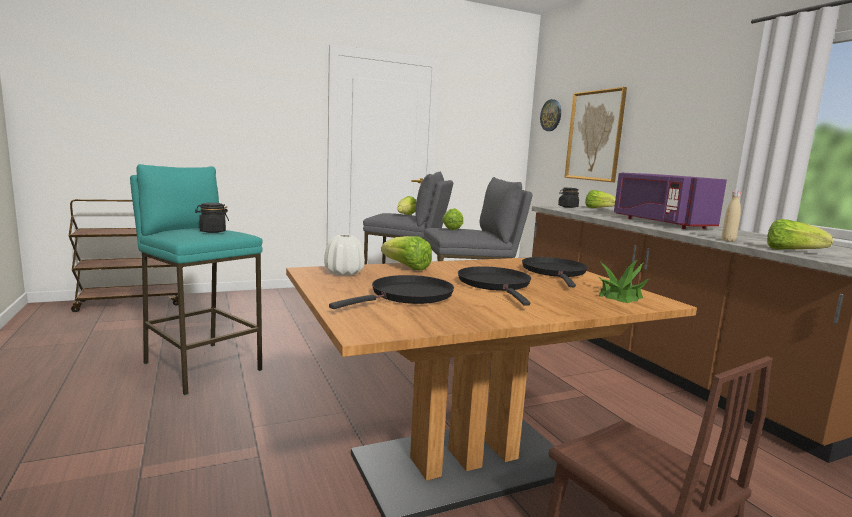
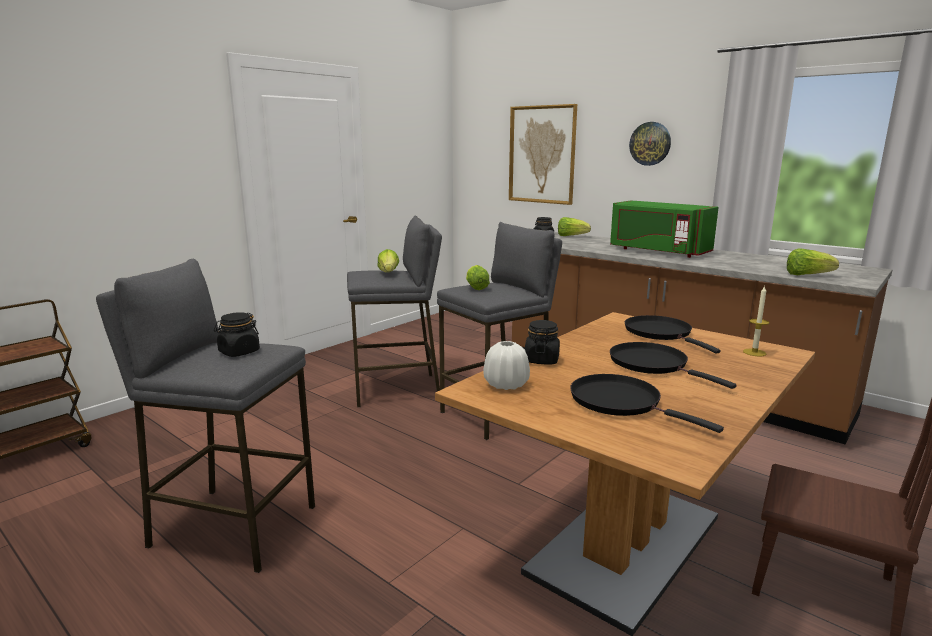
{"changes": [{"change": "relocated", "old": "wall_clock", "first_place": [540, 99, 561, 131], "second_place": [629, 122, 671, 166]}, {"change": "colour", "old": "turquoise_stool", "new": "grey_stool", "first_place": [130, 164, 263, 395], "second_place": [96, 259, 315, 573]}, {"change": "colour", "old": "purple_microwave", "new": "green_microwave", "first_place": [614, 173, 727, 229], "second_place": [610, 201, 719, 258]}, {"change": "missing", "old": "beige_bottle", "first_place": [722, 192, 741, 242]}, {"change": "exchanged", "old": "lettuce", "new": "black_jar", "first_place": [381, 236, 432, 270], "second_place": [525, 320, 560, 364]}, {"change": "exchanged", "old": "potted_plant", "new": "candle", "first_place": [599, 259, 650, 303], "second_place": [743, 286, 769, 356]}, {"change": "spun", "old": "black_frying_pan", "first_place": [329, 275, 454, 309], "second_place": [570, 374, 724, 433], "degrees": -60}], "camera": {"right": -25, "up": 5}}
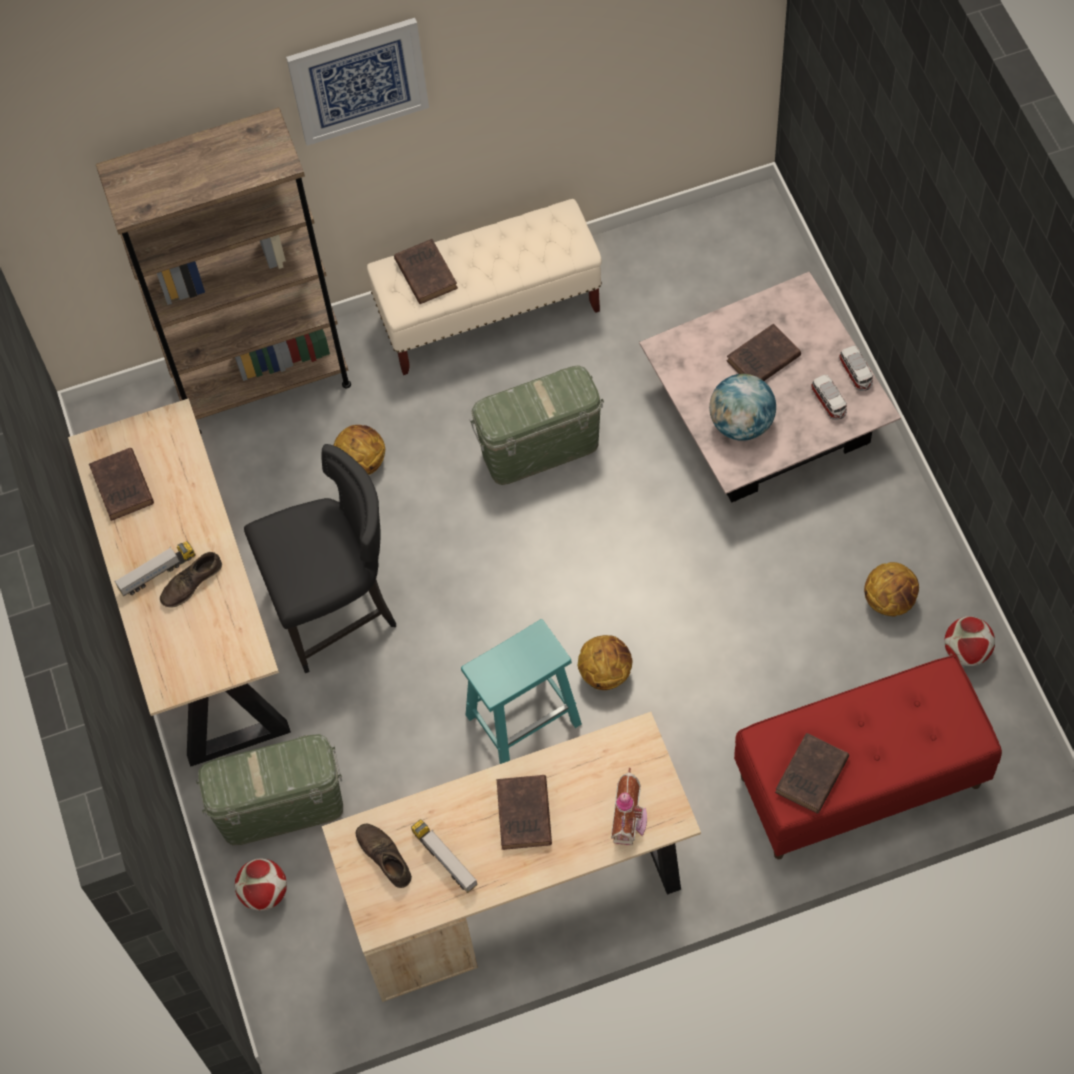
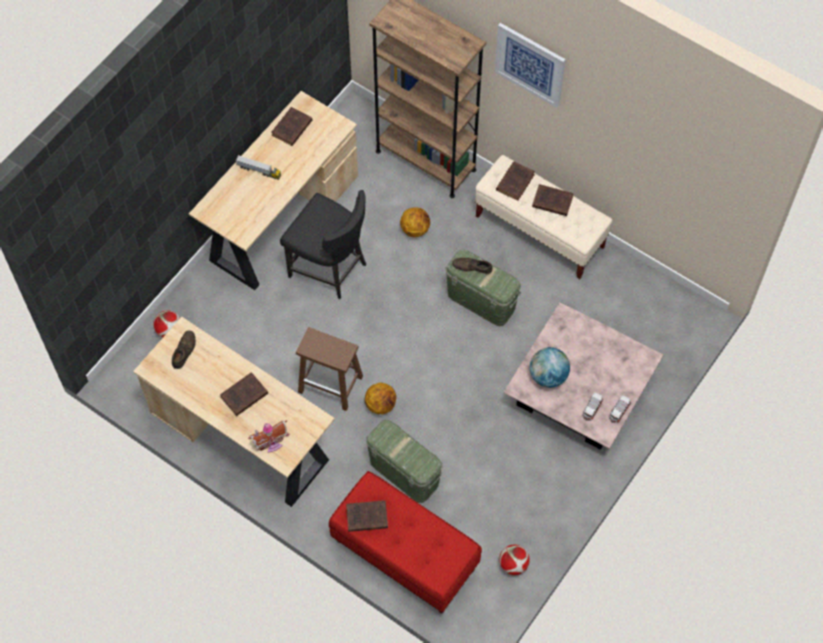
{"changes": [{"change": "relocated", "old": "brown_book", "first_place": [726, 323, 801, 381], "second_place": [532, 184, 574, 216]}, {"change": "relocated", "old": "brown_shoe", "first_place": [160, 552, 222, 607], "second_place": [452, 258, 492, 274]}, {"change": "missing", "old": "basketball", "first_place": [864, 562, 919, 616]}, {"change": "colour", "old": "turquoise_stool", "new": "brown_stool", "first_place": [461, 619, 582, 764], "second_place": [296, 327, 363, 411]}, {"change": "relocated", "old": "green_storage_box", "first_place": [196, 734, 343, 846], "second_place": [366, 420, 443, 503]}, {"change": "missing", "old": "toy_truck", "first_place": [411, 819, 478, 893]}], "camera": {"right": 50, "up": 0}}
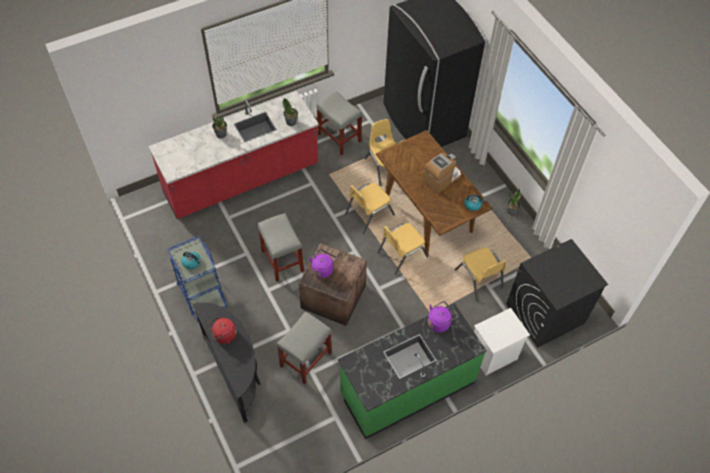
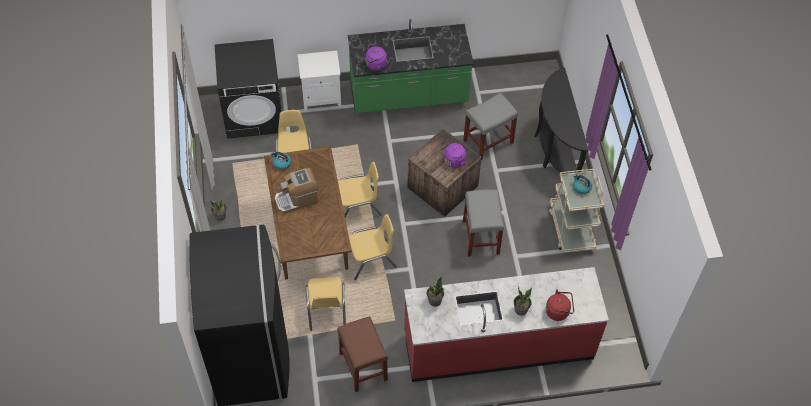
{"changes": [{"change": "colour", "old": "grey_stool", "new": "brown_stool", "first_place": [316, 91, 362, 155], "second_place": [337, 316, 388, 392]}, {"change": "colour", "old": "blue_cart", "new": "beige_cart", "first_place": [168, 236, 227, 321], "second_place": [549, 169, 604, 253]}, {"change": "relocated", "old": "red_kettle", "first_place": [208, 317, 236, 344], "second_place": [546, 289, 574, 321]}], "camera": {"right": -160, "up": 0}}
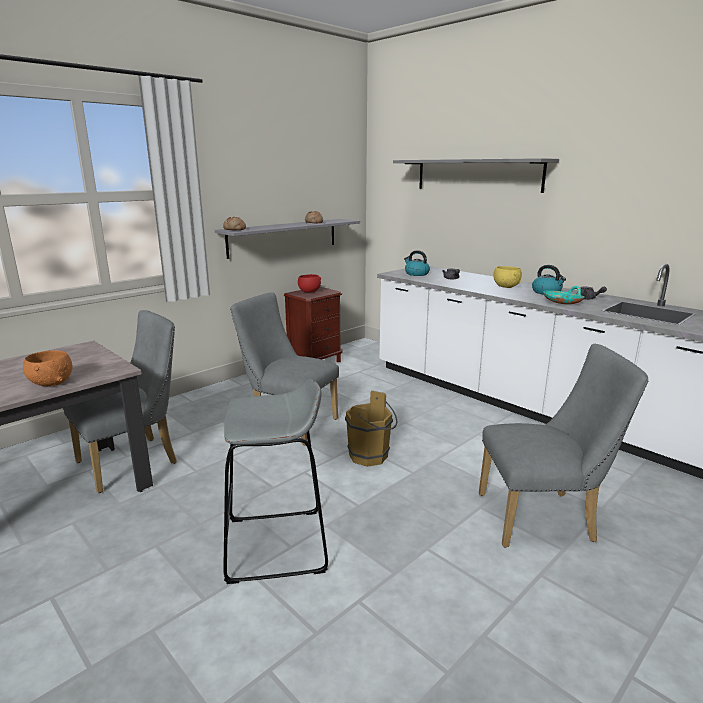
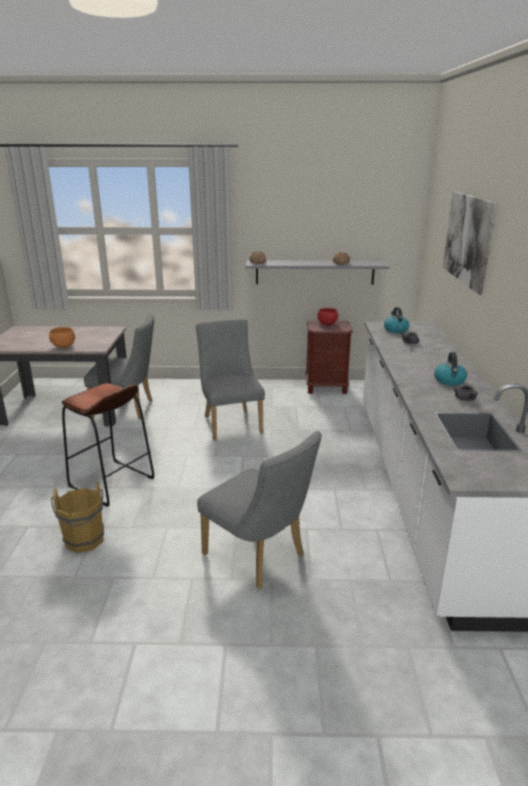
{"changes": [{"change": "exchanged", "old": "grey_shelf", "new": "picture", "first_place": [393, 158, 559, 193], "second_place": [443, 191, 497, 295]}, {"change": "missing", "old": "yellow_bowl", "first_place": [493, 266, 522, 288]}, {"change": "missing", "old": "turquoise_bowl", "first_place": [543, 286, 585, 304]}, {"change": "colour", "old": "grey_stool", "new": "brown_stool", "first_place": [223, 379, 328, 584], "second_place": [62, 383, 155, 507]}, {"change": "relocated", "old": "brown_bucket", "first_place": [345, 391, 398, 466], "second_place": [51, 481, 104, 553]}], "camera": {"right": 45, "up": 5}}
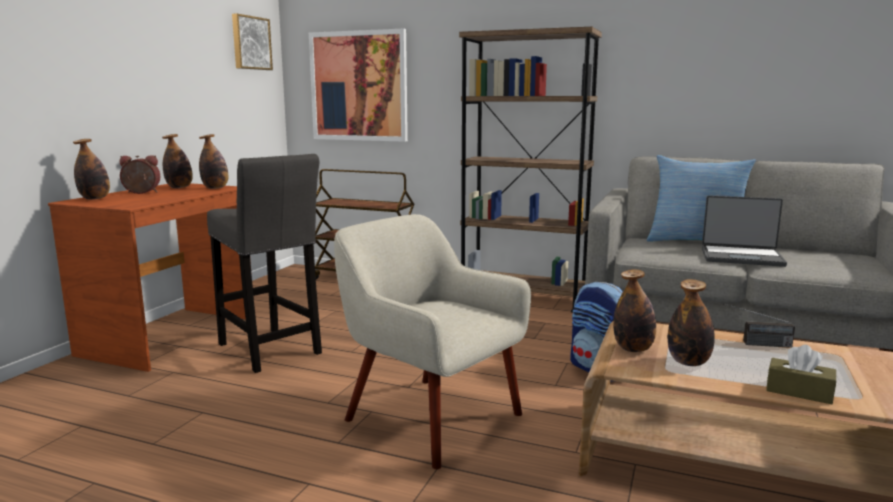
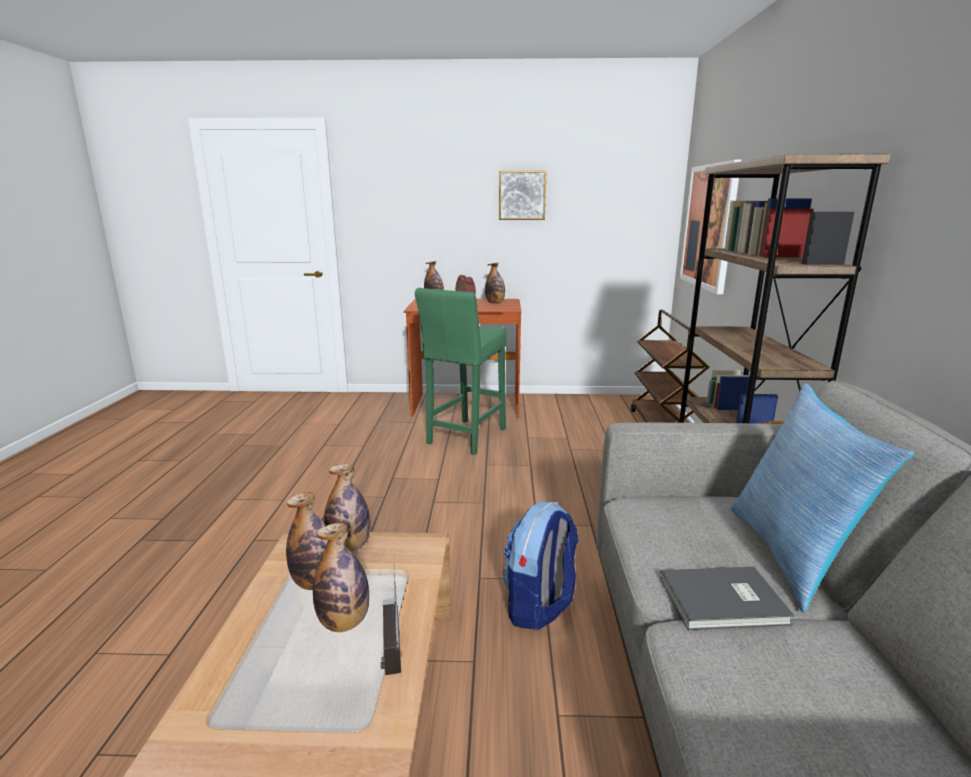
{"changes": [{"change": "relocated", "old": "picture", "first_place": [232, 13, 273, 70], "second_place": [499, 171, 547, 220]}, {"change": "relocated", "old": "bottle", "first_place": [199, 134, 228, 189], "second_place": [313, 523, 369, 632]}, {"change": "colour", "old": "grey_stool", "new": "green_stool", "first_place": [207, 154, 322, 373], "second_place": [415, 288, 506, 455]}, {"change": "exchanged", "old": "laptop", "new": "grey_book", "first_place": [702, 196, 787, 267], "second_place": [660, 567, 795, 630]}, {"change": "missing", "old": "beige_armchair", "first_place": [334, 214, 531, 469]}, {"change": "missing", "old": "brown_tissue_box", "first_place": [766, 345, 836, 404]}], "camera": {"right": 70, "up": 5}}
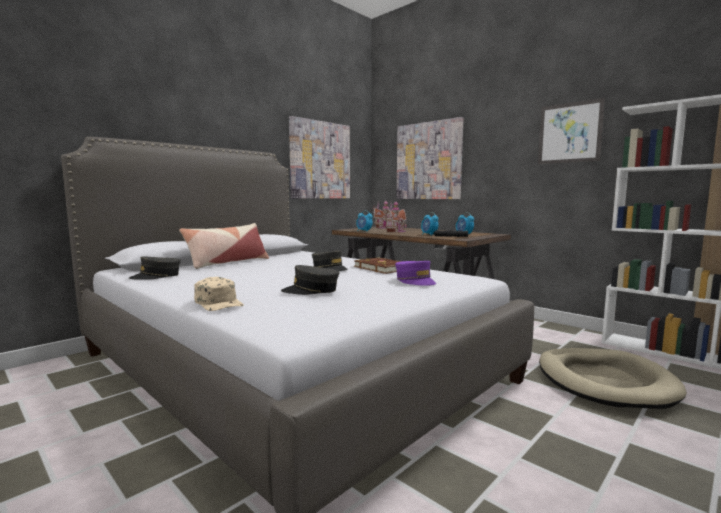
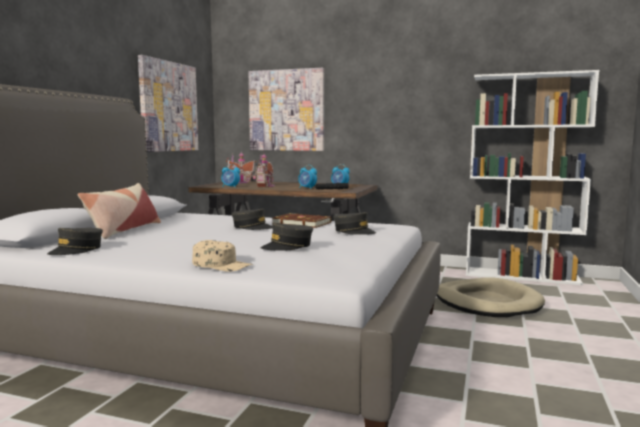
{"changes": [{"change": "missing", "old": "picture", "first_place": [538, 98, 605, 164]}, {"change": "colour", "old": "purple_cap", "new": "grey_cap", "first_place": [395, 261, 436, 286], "second_place": [333, 212, 376, 235]}], "camera": {"right": -25, "up": 0}}
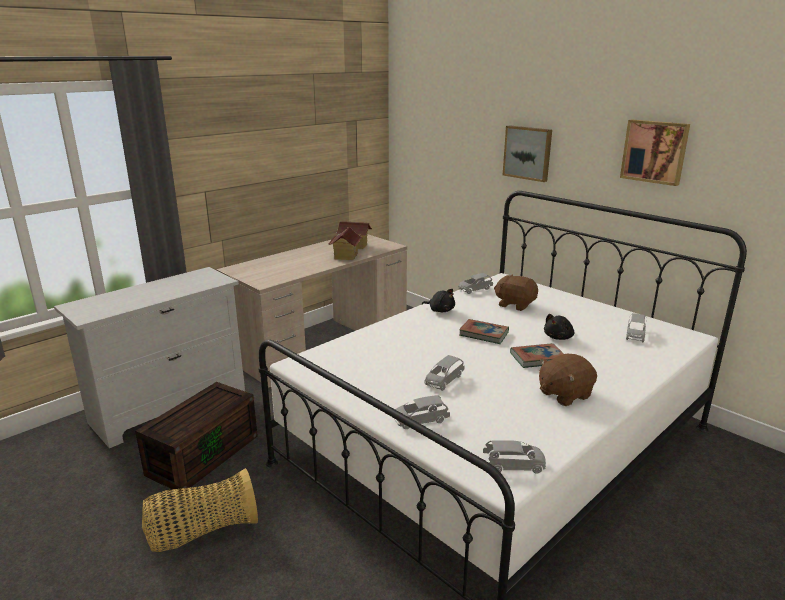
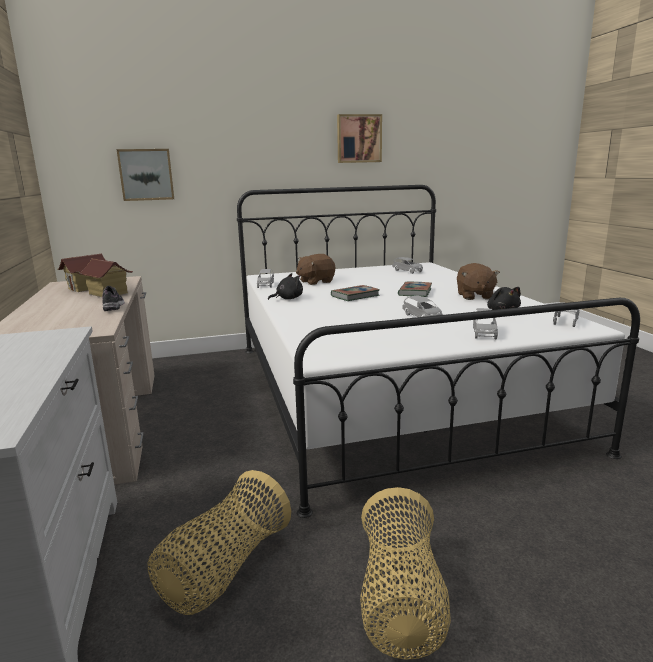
{"changes": [{"change": "relocated", "old": "picture", "first_place": [503, 125, 552, 182], "second_place": [116, 149, 174, 201]}, {"change": "relocated", "old": "black_plush_toy", "first_place": [544, 314, 574, 340], "second_place": [487, 287, 521, 310]}, {"change": "exchanged", "old": "brown_storage_box", "new": "basket", "first_place": [135, 382, 258, 493], "second_place": [148, 470, 291, 615]}, {"change": "appeared", "new": "shoe", "second_place": [102, 286, 125, 311]}], "camera": {"right": -60, "up": -5}}
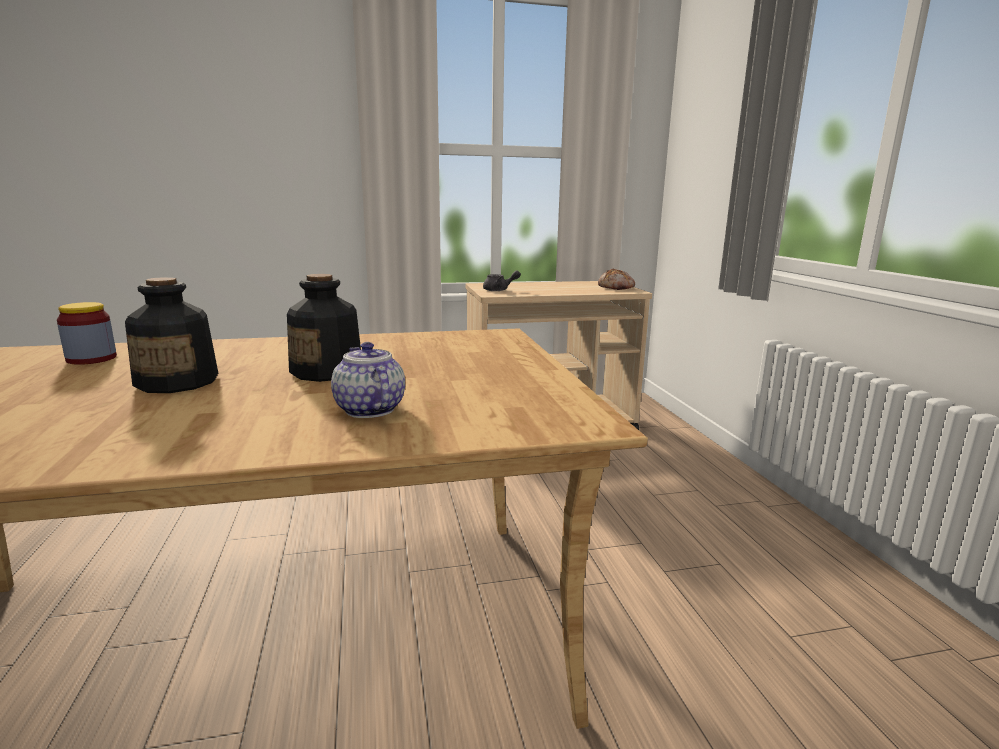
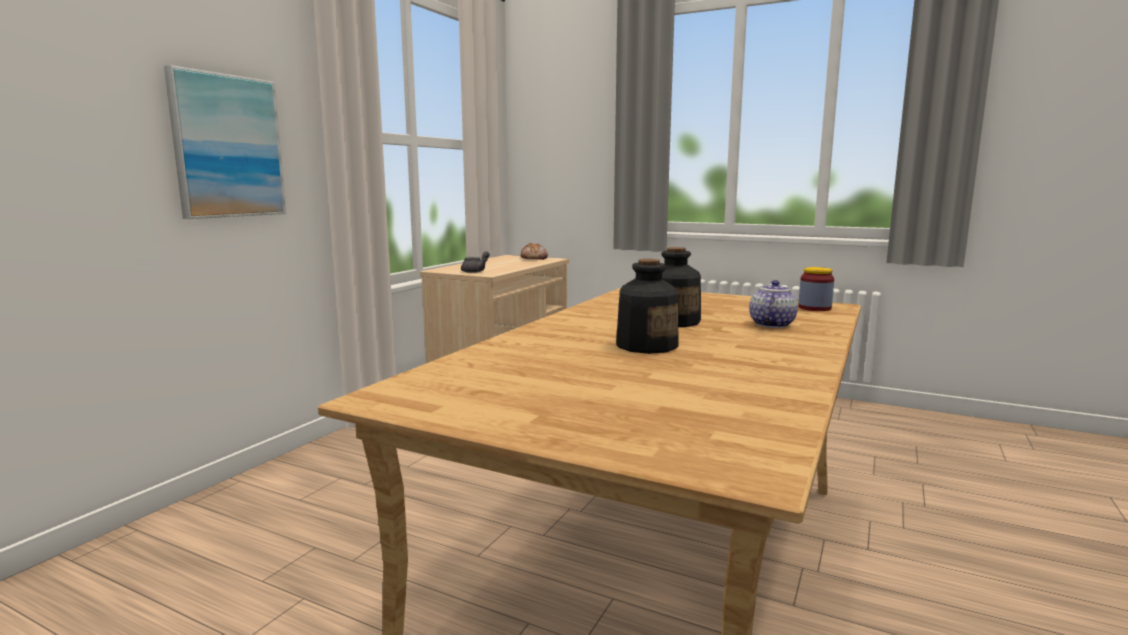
{"changes": [{"change": "relocated", "old": "jar", "first_place": [57, 302, 117, 365], "second_place": [798, 267, 834, 311]}, {"change": "spun", "old": "teapot", "first_place": [331, 342, 405, 418], "second_place": [749, 280, 798, 328], "degrees": 105}, {"change": "appeared", "new": "picture", "second_place": [164, 65, 286, 219]}], "camera": {"right": -50, "up": -5}}
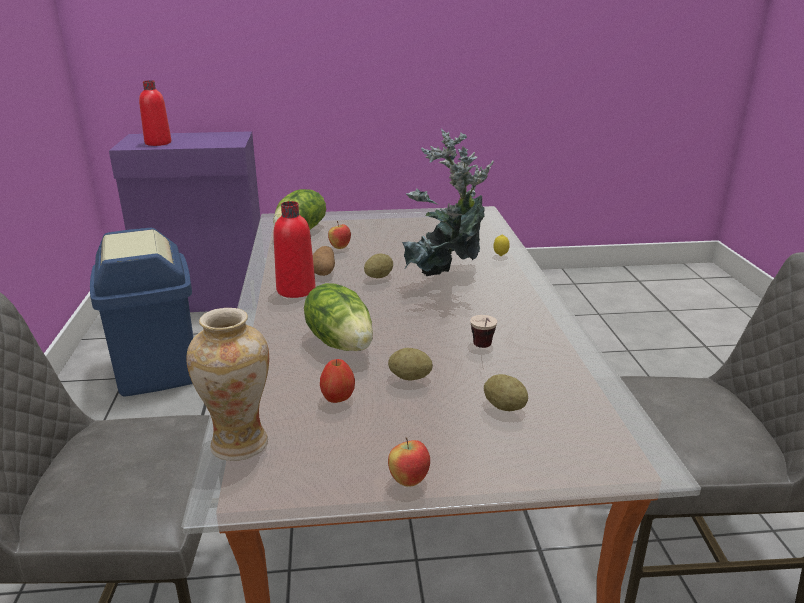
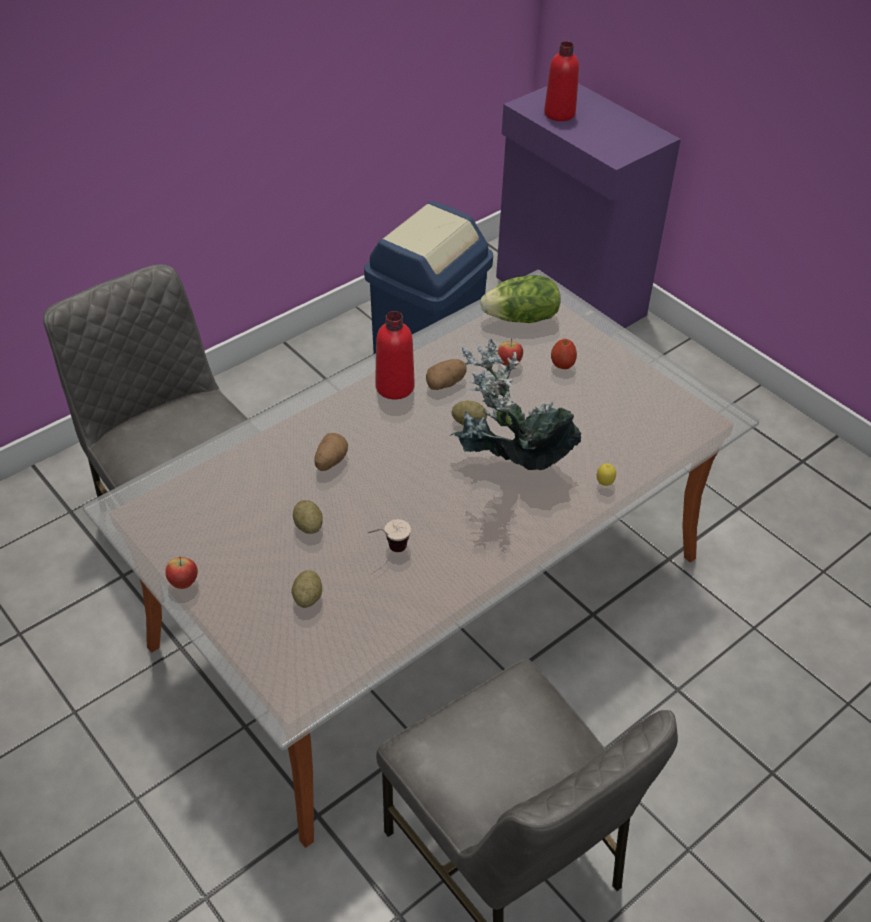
{"changes": [{"change": "exchanged", "old": "lettuce", "new": "potato", "first_place": [304, 283, 373, 351], "second_place": [315, 433, 348, 471]}, {"change": "missing", "old": "vase", "first_place": [186, 308, 270, 461]}, {"change": "relocated", "old": "apple", "first_place": [320, 359, 355, 403], "second_place": [551, 339, 577, 369]}], "camera": {"right": 55, "up": 20}}
